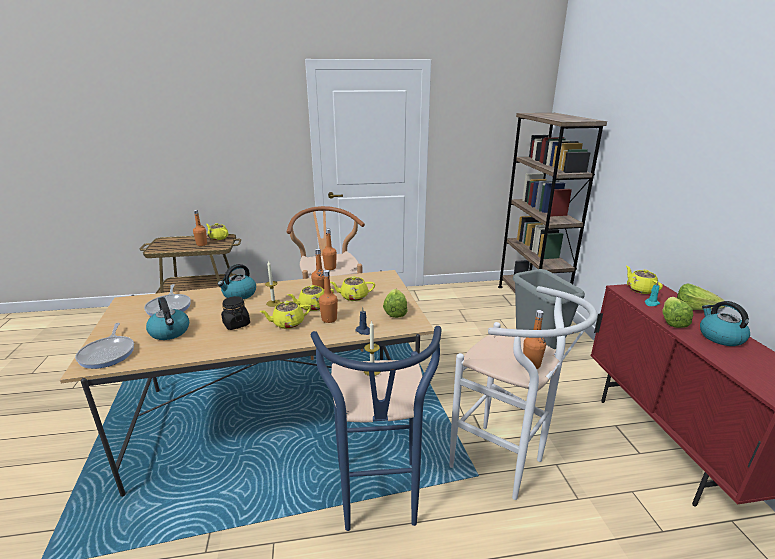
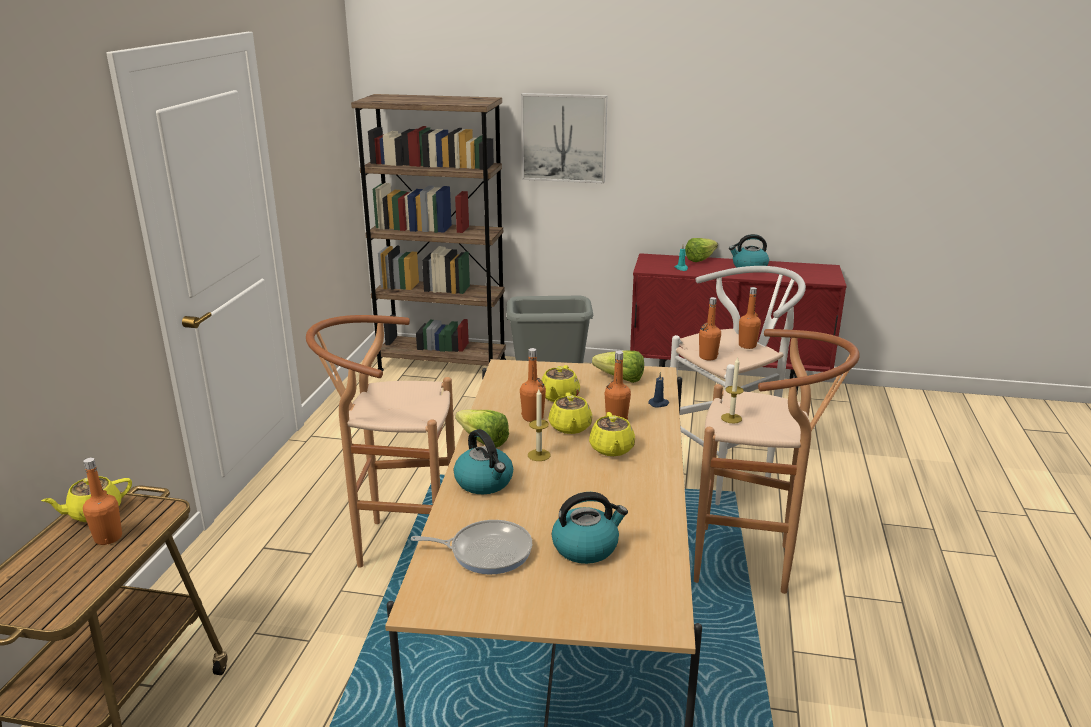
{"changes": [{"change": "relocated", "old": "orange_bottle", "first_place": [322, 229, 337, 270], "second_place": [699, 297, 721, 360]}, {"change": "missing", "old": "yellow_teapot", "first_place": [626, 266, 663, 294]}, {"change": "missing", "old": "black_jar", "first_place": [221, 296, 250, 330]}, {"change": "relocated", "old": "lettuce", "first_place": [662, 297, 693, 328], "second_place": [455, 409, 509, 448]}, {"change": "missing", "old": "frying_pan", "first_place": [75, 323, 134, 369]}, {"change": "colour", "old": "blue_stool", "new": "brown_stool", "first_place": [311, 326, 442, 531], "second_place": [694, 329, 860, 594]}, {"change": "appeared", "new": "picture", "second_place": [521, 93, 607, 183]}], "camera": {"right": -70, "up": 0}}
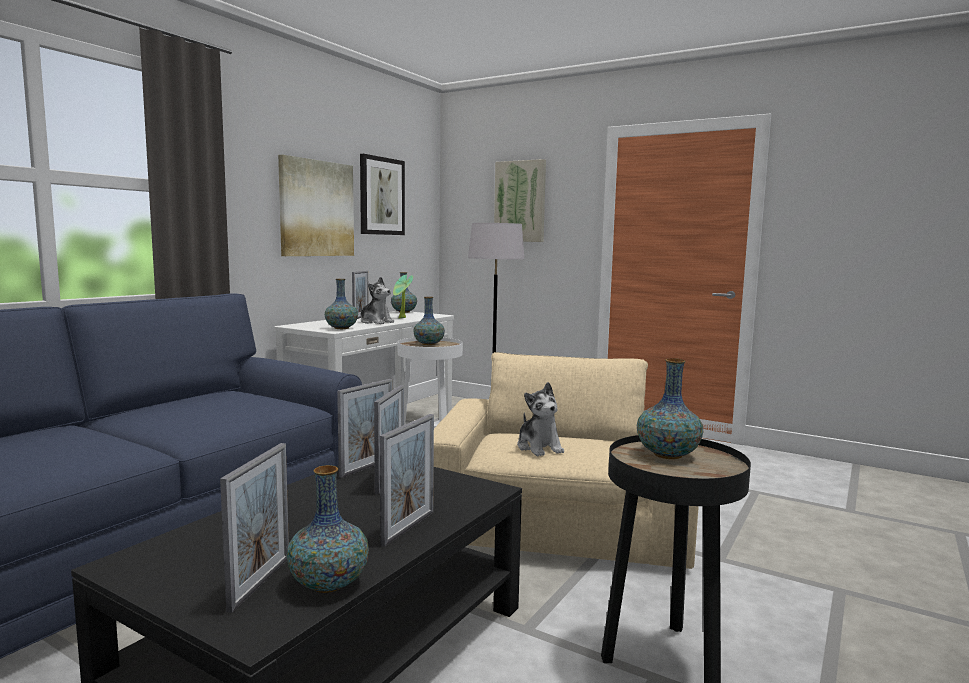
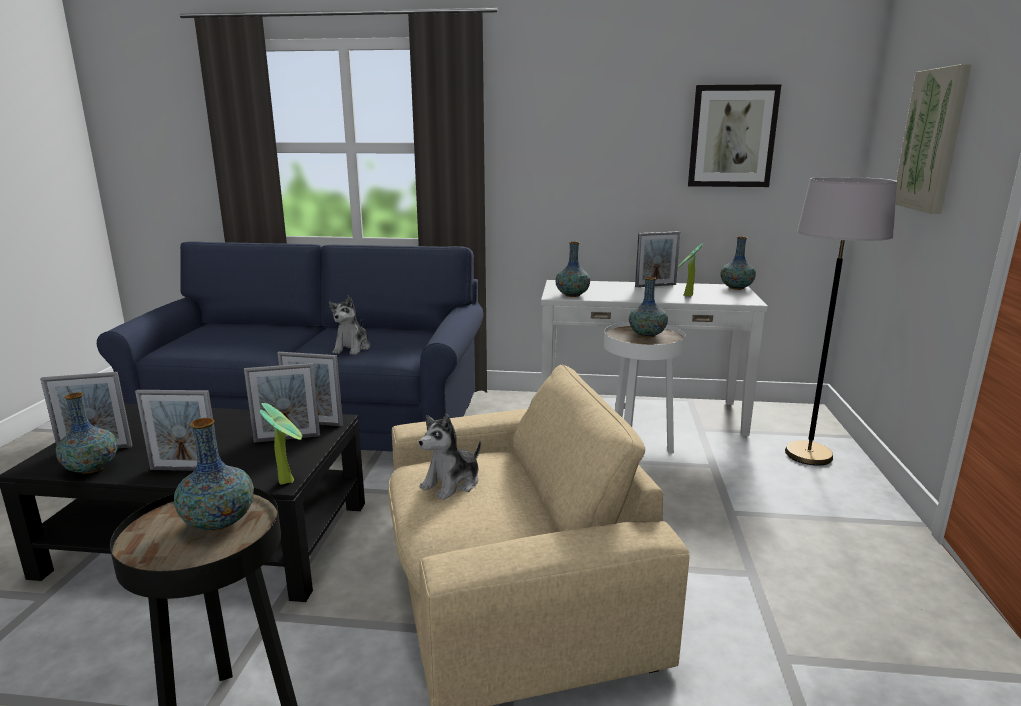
{"changes": [{"change": "missing", "old": "picture", "first_place": [278, 155, 354, 256]}, {"change": "relocated", "old": "plush_toy", "first_place": [359, 277, 394, 324], "second_place": [329, 295, 370, 355]}, {"change": "appeared", "new": "potted_plant", "second_place": [259, 403, 302, 485]}], "camera": {"right": 65, "up": 10}}
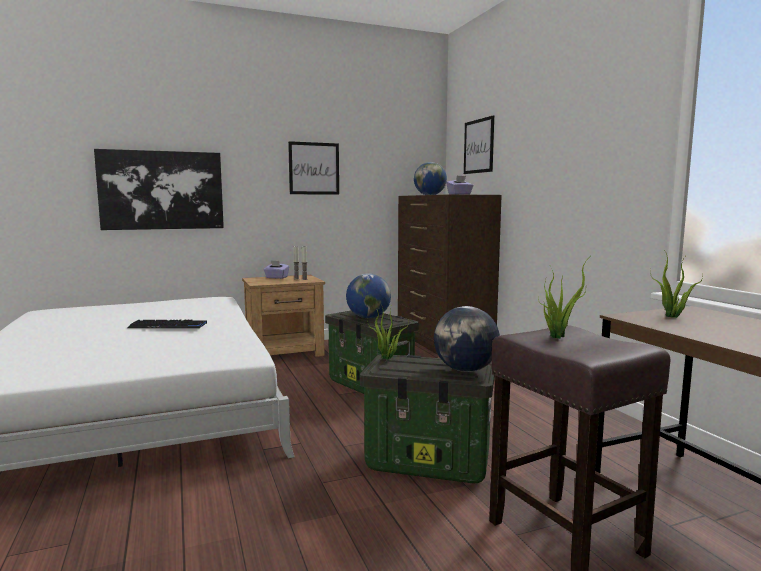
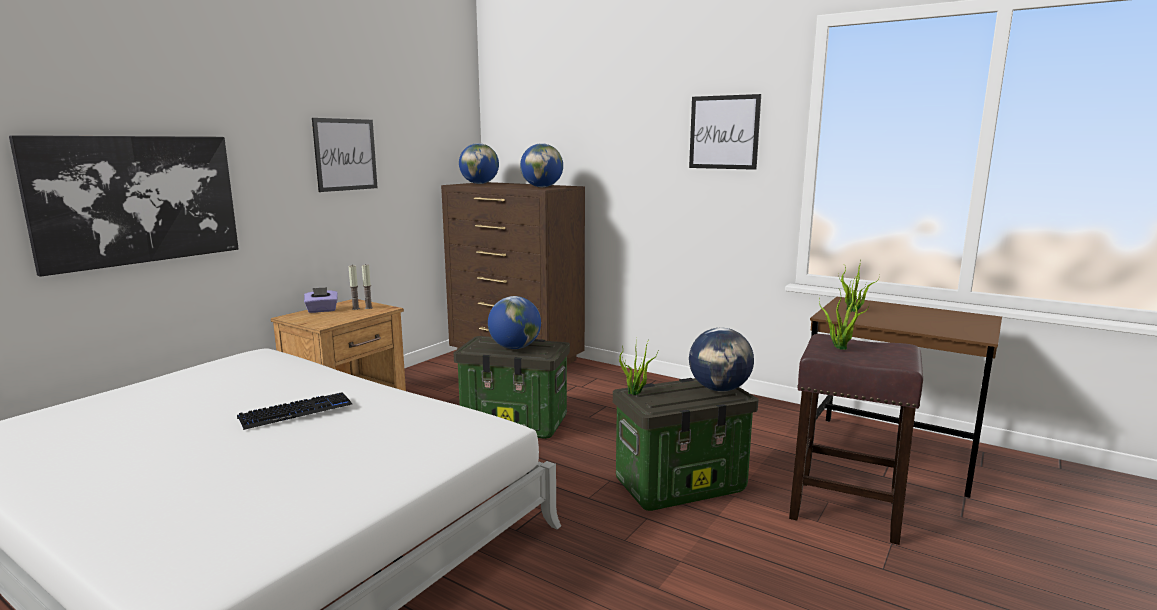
{"changes": [{"change": "relocated", "old": "picture", "first_place": [464, 115, 494, 174], "second_place": [689, 94, 761, 170]}, {"change": "exchanged", "old": "purple_tissue_box", "new": "globe", "first_place": [446, 176, 474, 195], "second_place": [520, 143, 563, 187]}], "camera": {"right": -35, "up": 5}}
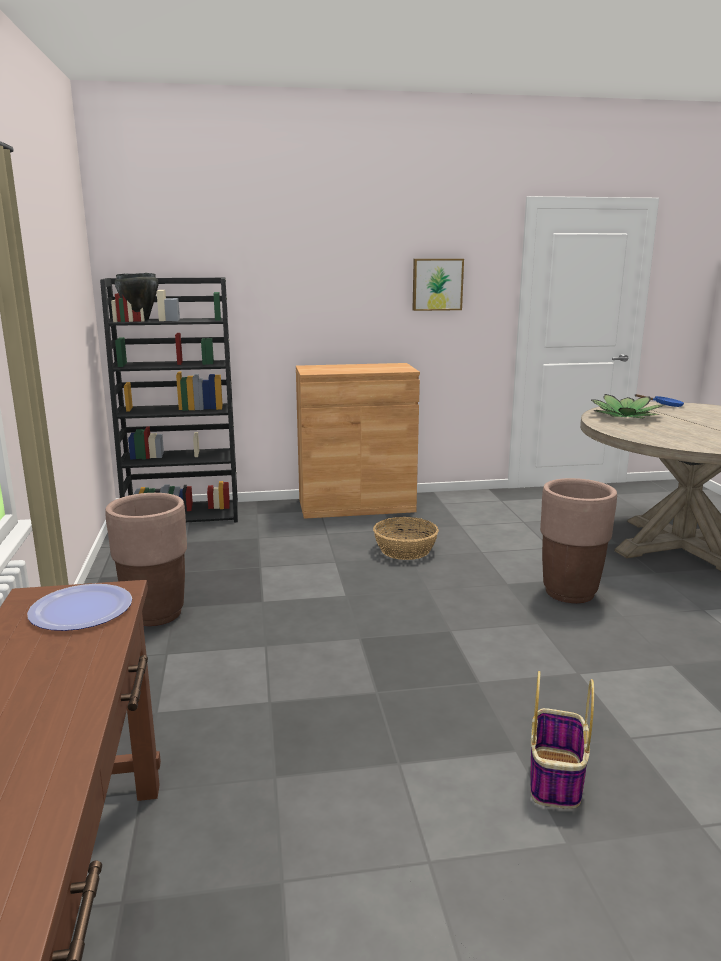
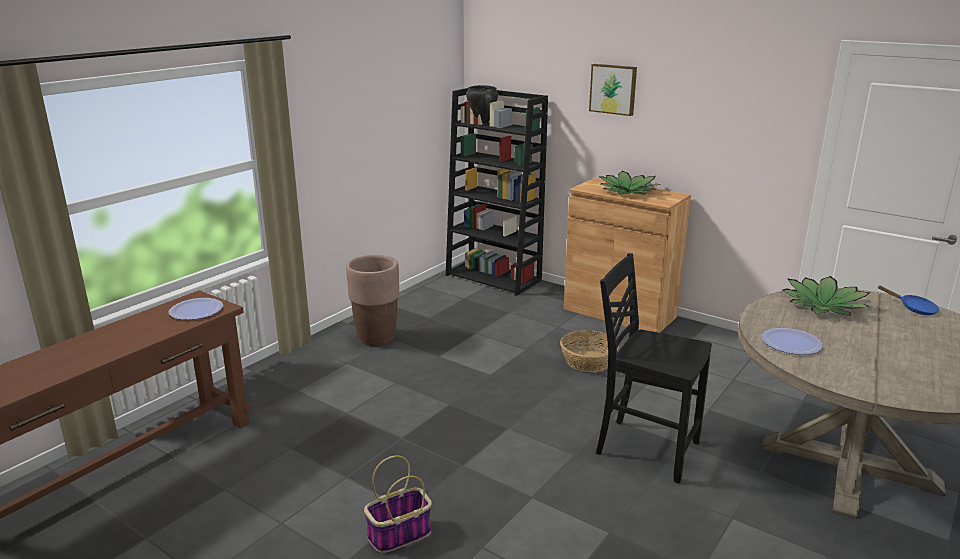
{"changes": [{"change": "relocated", "old": "picture", "first_place": [413, 259, 464, 311], "second_place": [589, 64, 637, 116]}, {"change": "exchanged", "old": "brown_planter", "new": "black_chair", "first_place": [540, 478, 617, 603], "second_place": [596, 253, 712, 483]}, {"change": "appeared", "new": "potted_plant", "second_place": [598, 171, 661, 194]}, {"change": "appeared", "new": "plate", "second_place": [761, 328, 823, 355]}], "camera": {"right": 45, "up": 5}}
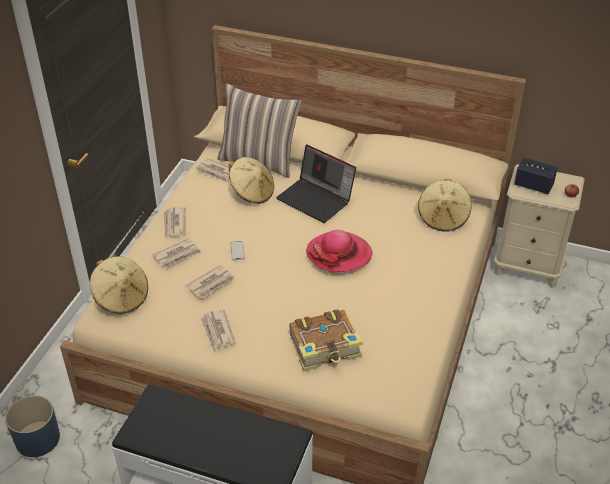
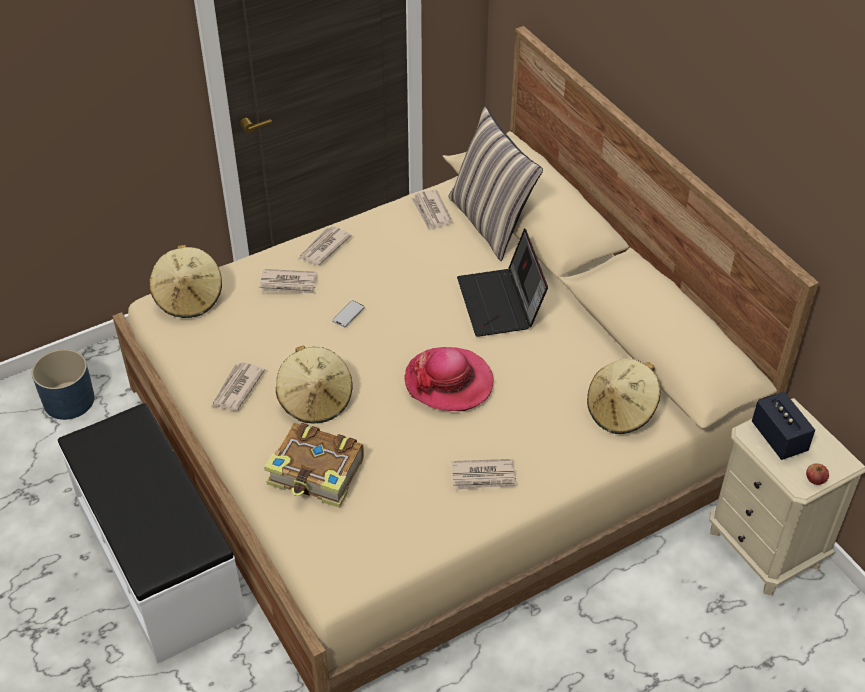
{"changes": [{"change": "relocated", "old": "beige_hat", "first_place": [229, 157, 274, 204], "second_place": [276, 346, 352, 423]}, {"change": "relocated", "old": "newspaper", "first_place": [186, 265, 235, 299], "second_place": [452, 459, 517, 490]}], "camera": {"right": 40, "up": 5}}
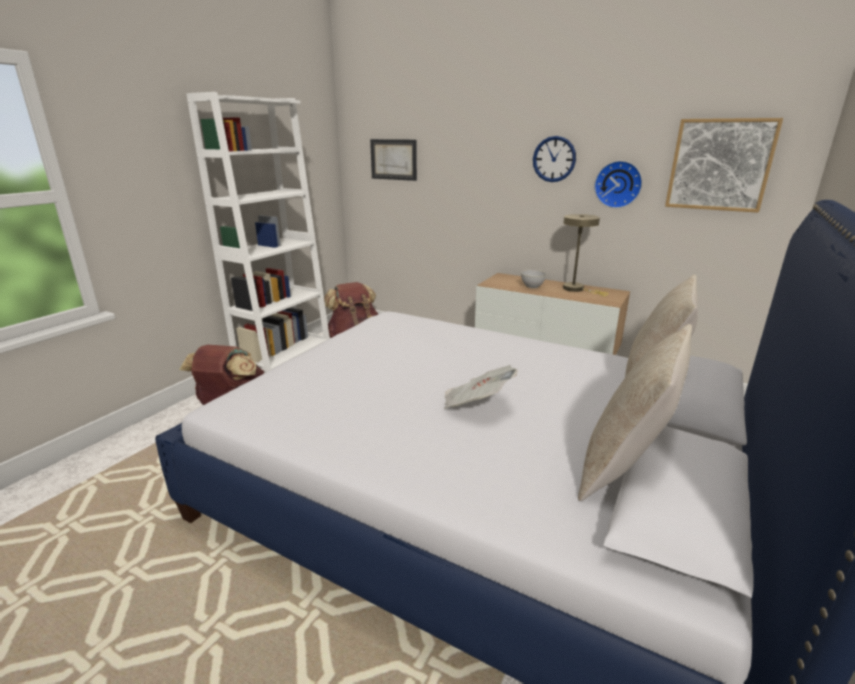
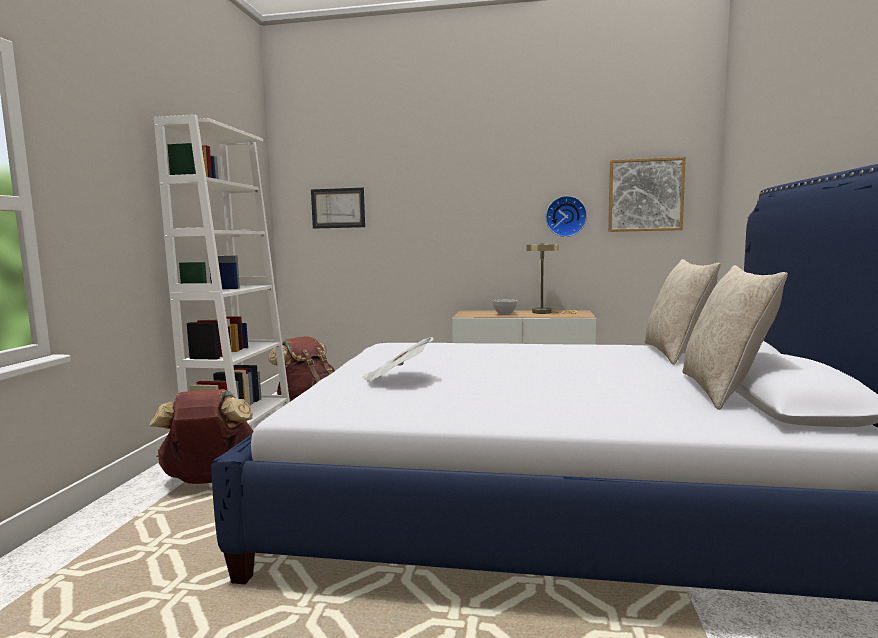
{"changes": [{"change": "missing", "old": "wall_clock", "first_place": [533, 136, 576, 182]}, {"change": "relocated", "old": "newspaper", "first_place": [444, 365, 518, 409], "second_place": [363, 337, 434, 382]}], "camera": {"right": -20, "up": -15}}
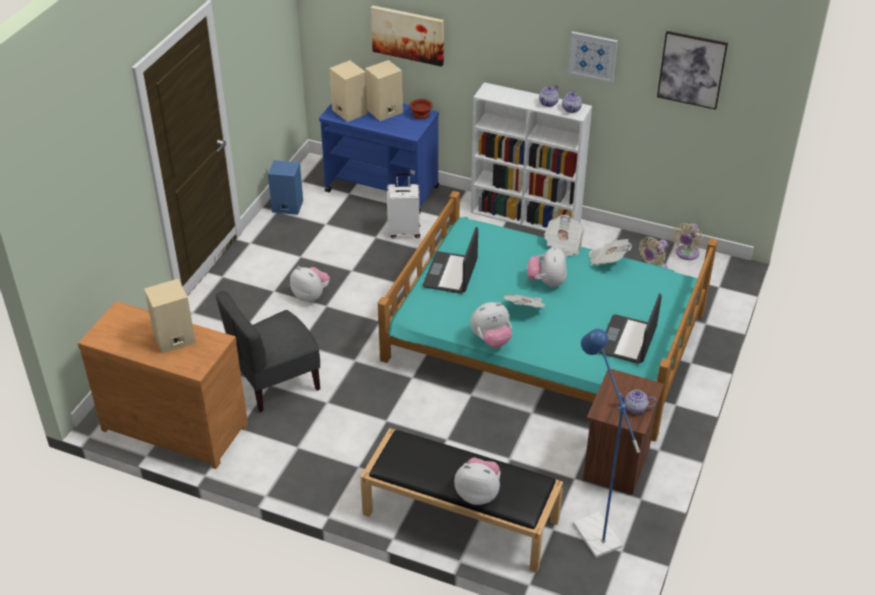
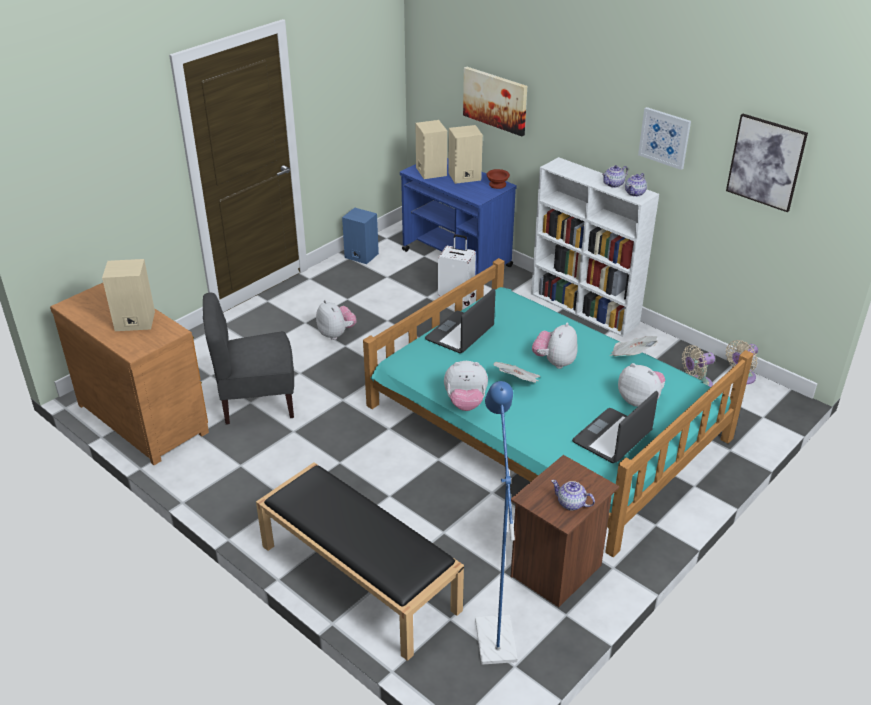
{"changes": [{"change": "missing", "old": "newspaper", "first_place": [544, 215, 584, 257]}, {"change": "relocated", "old": "plush_toy", "first_place": [454, 458, 501, 505], "second_place": [618, 363, 665, 407]}], "camera": {"right": 20, "up": -5}}
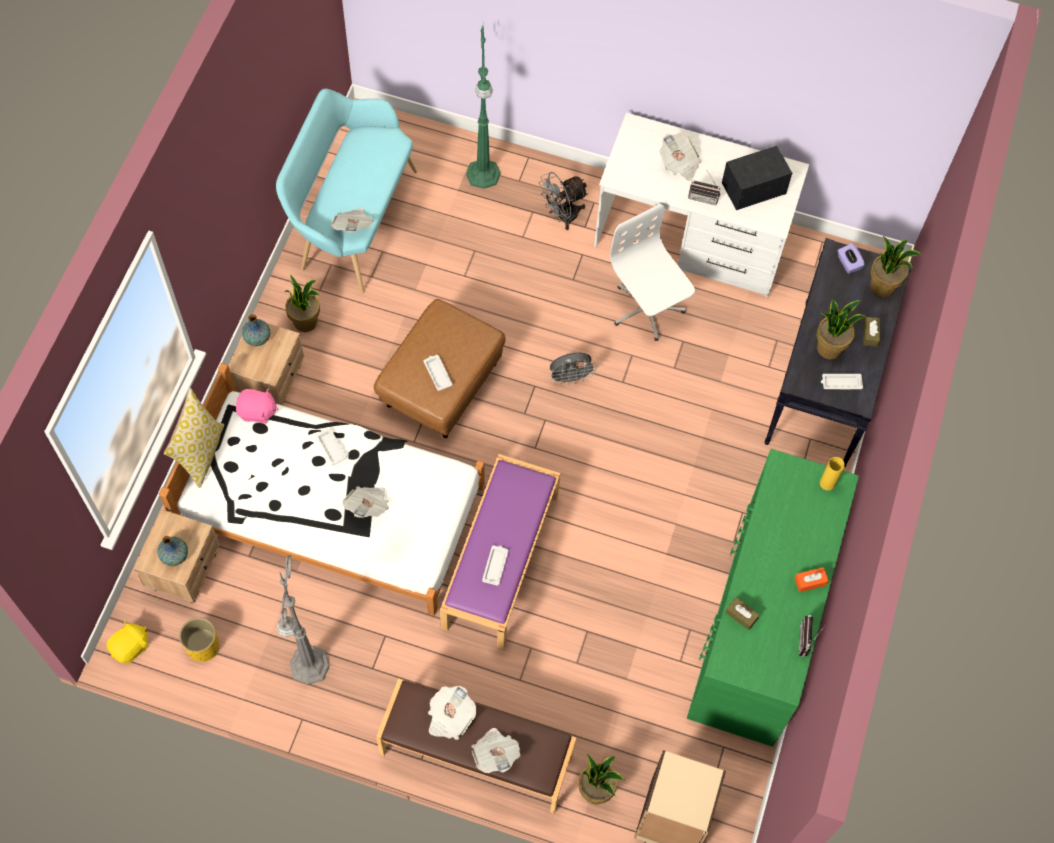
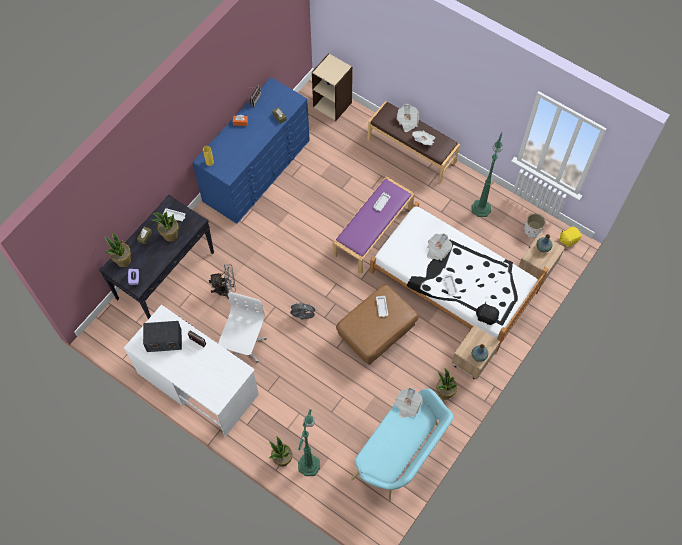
{"changes": [{"change": "missing", "old": "newspaper", "first_place": [660, 133, 701, 181]}, {"change": "relocated", "old": "grey_fan", "first_place": [539, 172, 588, 230], "second_place": [209, 264, 236, 299]}, {"change": "spun", "old": "white_office_chair", "first_place": [610, 204, 695, 341], "second_place": [218, 292, 267, 362], "degrees": -150}, {"change": "missing", "old": "pillow", "first_place": [164, 388, 224, 488]}, {"change": "colour", "old": "pink_plush_toy", "new": "black_plush_toy", "first_place": [236, 388, 278, 424], "second_place": [475, 302, 499, 325]}, {"change": "colour", "old": "green_dresser", "new": "blue_dresser", "first_place": [687, 449, 859, 747], "second_place": [192, 77, 310, 224]}, {"change": "colour", "old": "grey_floor_lamp", "new": "green_floor_lamp", "first_place": [277, 555, 330, 685], "second_place": [472, 133, 503, 217]}, {"change": "colour", "old": "yellow_planter", "new": "white_planter", "first_place": [179, 618, 220, 662], "second_place": [524, 214, 545, 238]}, {"change": "relocated", "old": "potted_plant", "first_place": [578, 754, 625, 804], "second_place": [269, 436, 293, 467]}], "camera": {"right": -160, "up": 0}}
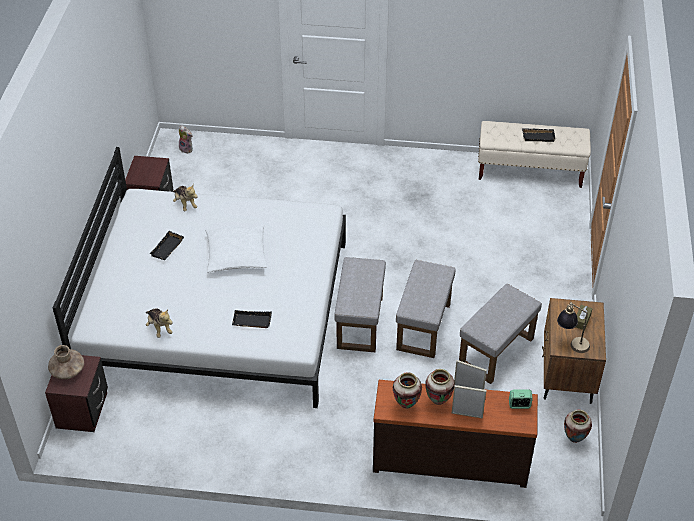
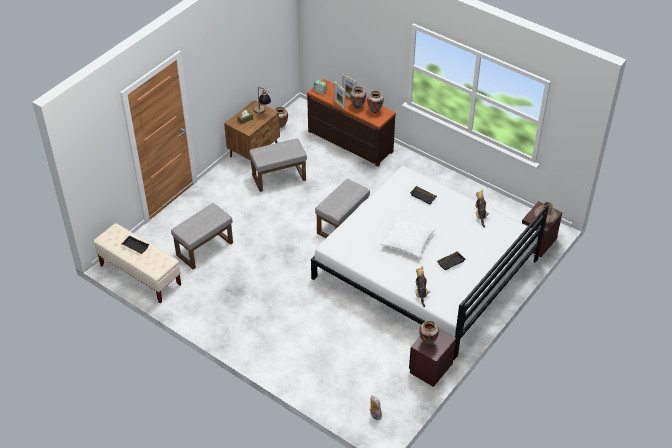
{"changes": [{"change": "relocated", "old": "grey_ottoman", "first_place": [396, 260, 456, 358], "second_place": [171, 203, 233, 269]}, {"change": "appeared", "new": "vase", "second_place": [419, 320, 439, 345]}], "camera": {"right": -150, "up": 0}}
